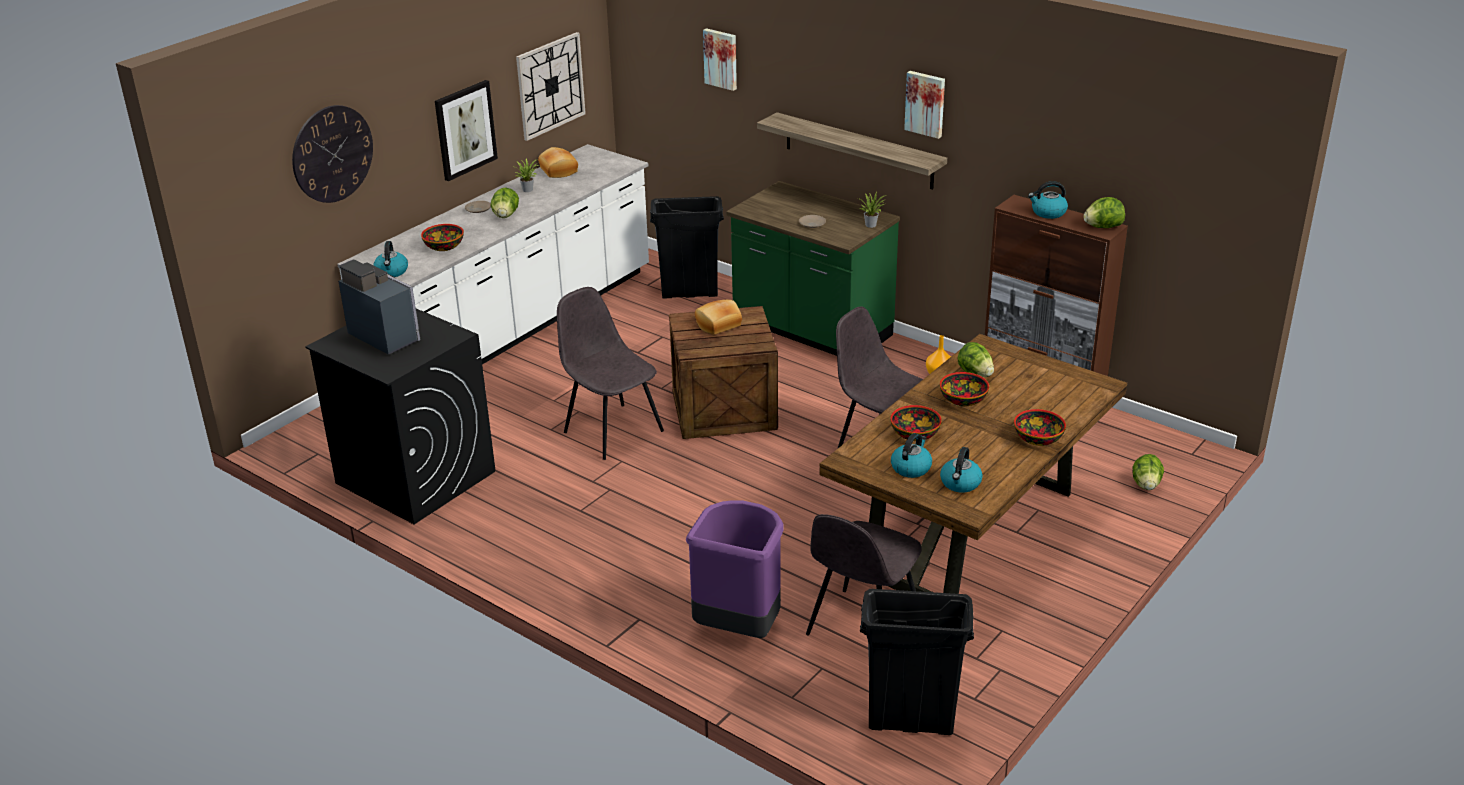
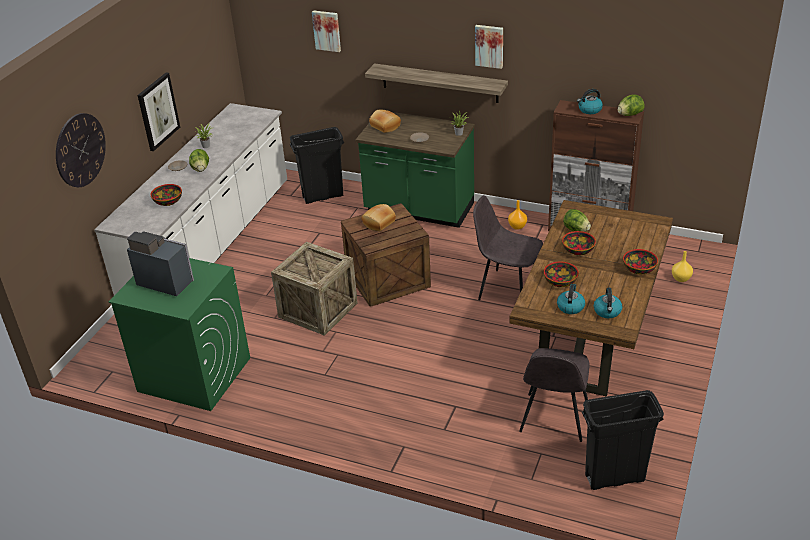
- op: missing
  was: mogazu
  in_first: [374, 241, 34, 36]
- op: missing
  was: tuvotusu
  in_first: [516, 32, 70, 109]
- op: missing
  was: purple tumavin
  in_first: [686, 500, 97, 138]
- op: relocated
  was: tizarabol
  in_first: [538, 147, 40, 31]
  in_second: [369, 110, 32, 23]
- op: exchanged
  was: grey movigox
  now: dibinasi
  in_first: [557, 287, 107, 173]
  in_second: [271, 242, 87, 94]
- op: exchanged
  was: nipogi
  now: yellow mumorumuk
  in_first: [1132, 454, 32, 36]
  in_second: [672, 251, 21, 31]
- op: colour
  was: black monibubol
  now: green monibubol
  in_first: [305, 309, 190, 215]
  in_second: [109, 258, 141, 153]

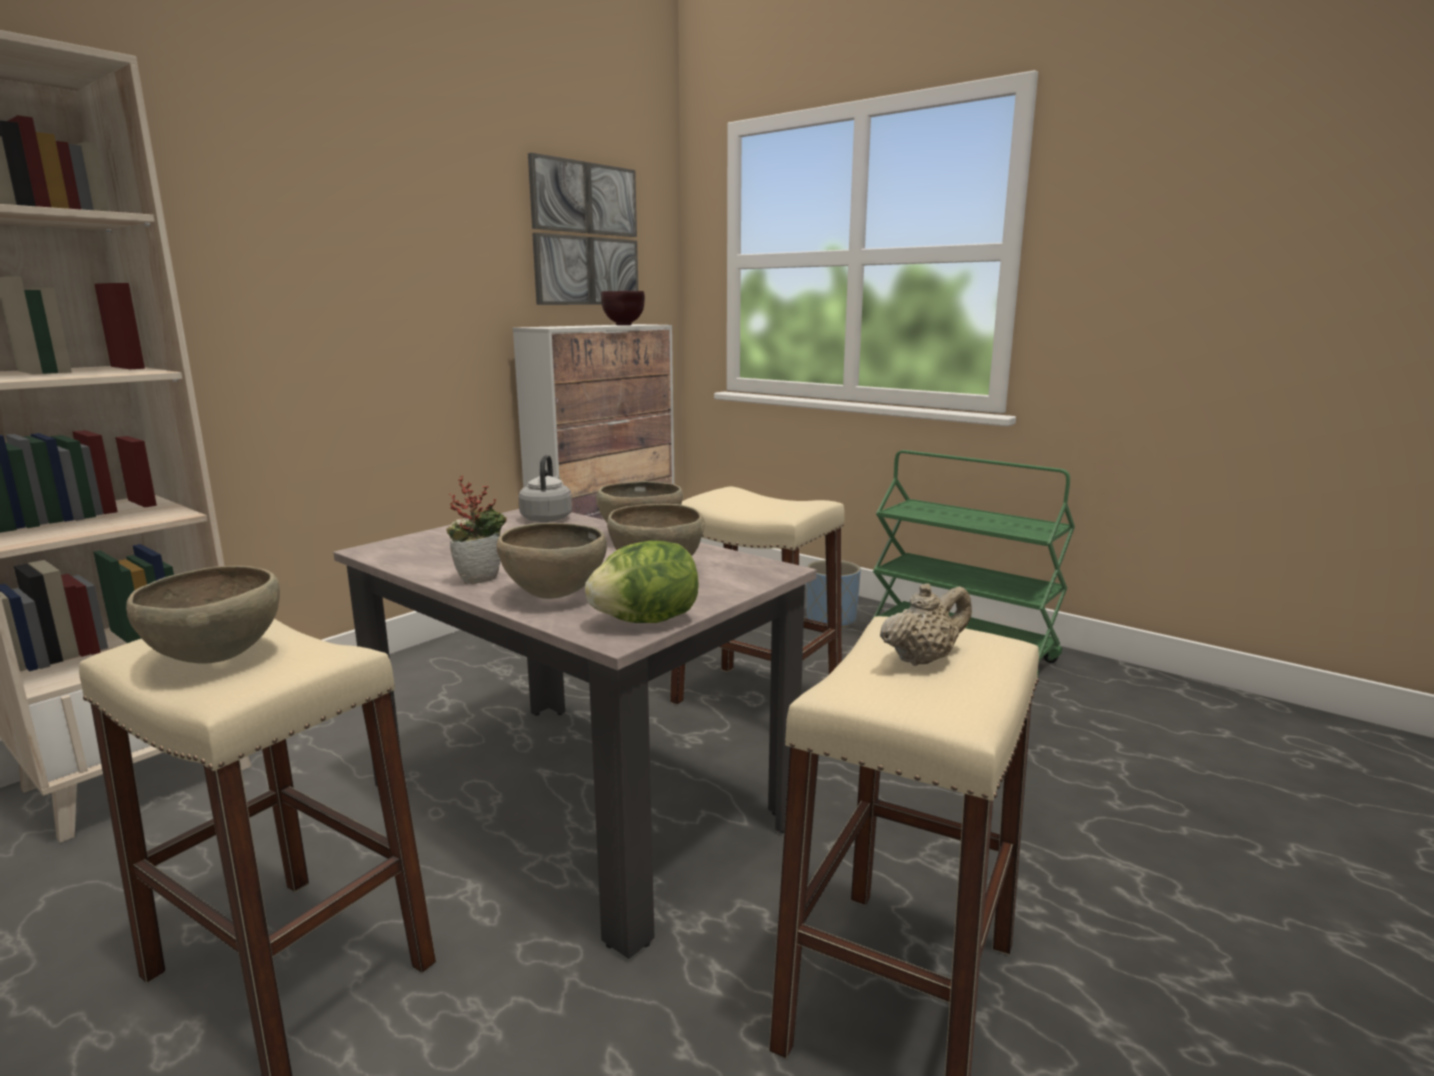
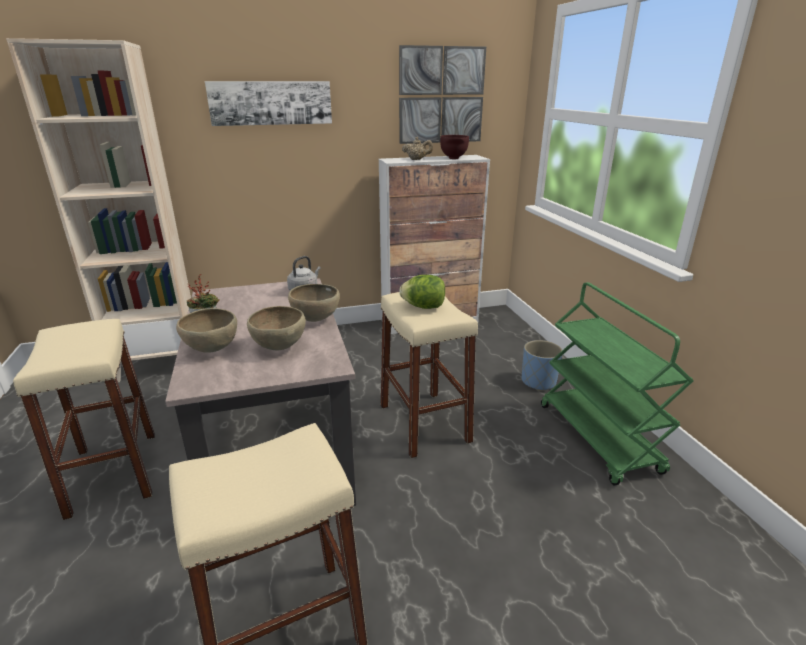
- op: missing
  was: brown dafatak
  in_first: [126, 566, 154, 98]
- op: appeared
  now: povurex
  in_second: [205, 81, 127, 45]
- op: relocated
  was: nipogi
  in_first: [585, 540, 114, 83]
  in_second: [399, 275, 46, 34]
- op: relocated
  was: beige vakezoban
  in_first: [880, 583, 92, 83]
  in_second: [402, 137, 31, 23]

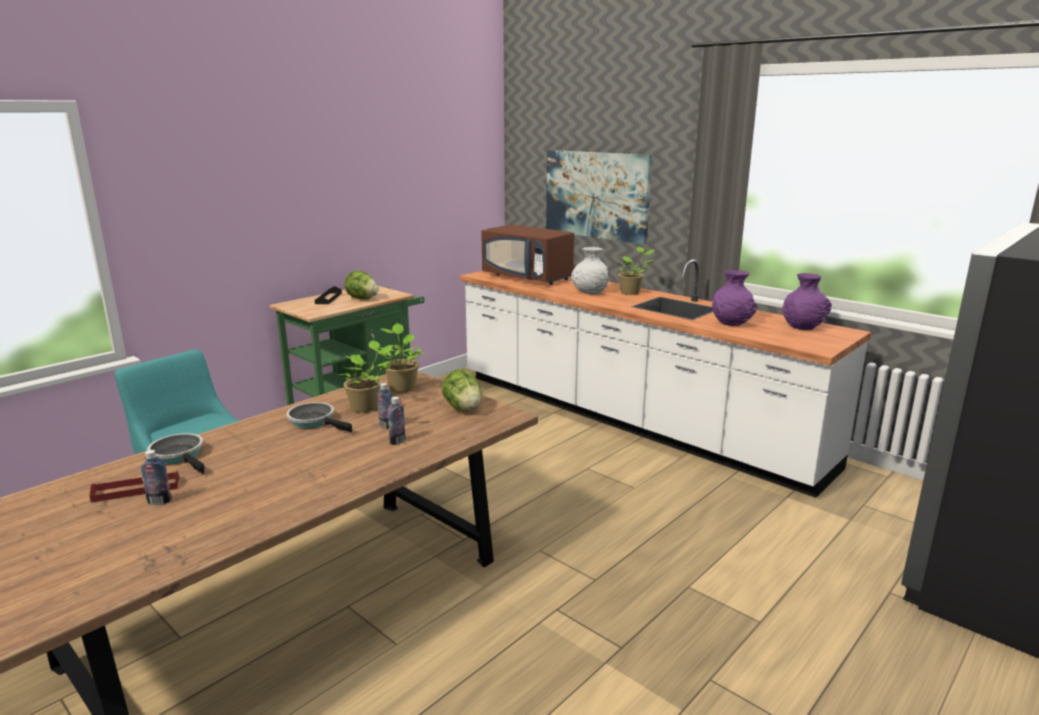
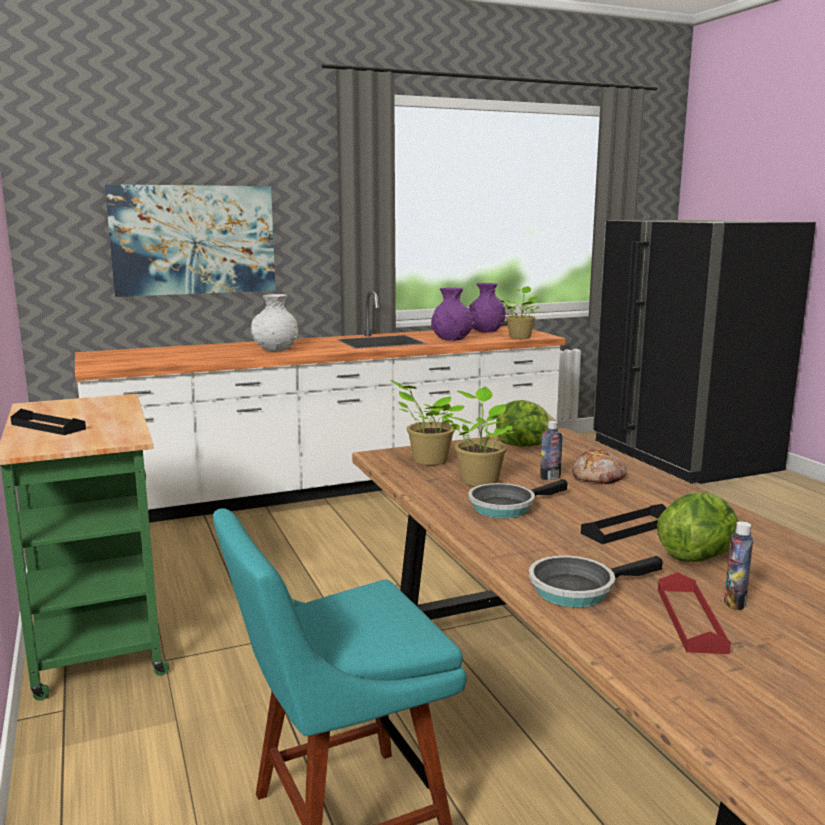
- op: missing
  was: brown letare
  in_first: [481, 224, 93, 61]
- op: appeared
  now: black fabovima
  in_second: [581, 504, 86, 40]
- op: relocated
  was: nipogi
  in_first: [345, 271, 34, 28]
  in_second: [657, 492, 82, 70]
- op: relocated
  was: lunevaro
  in_first: [616, 247, 39, 48]
  in_second: [499, 286, 40, 53]
- op: exchanged
  was: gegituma
  now: tizarabol
  in_first: [388, 397, 18, 48]
  in_second: [572, 449, 55, 35]

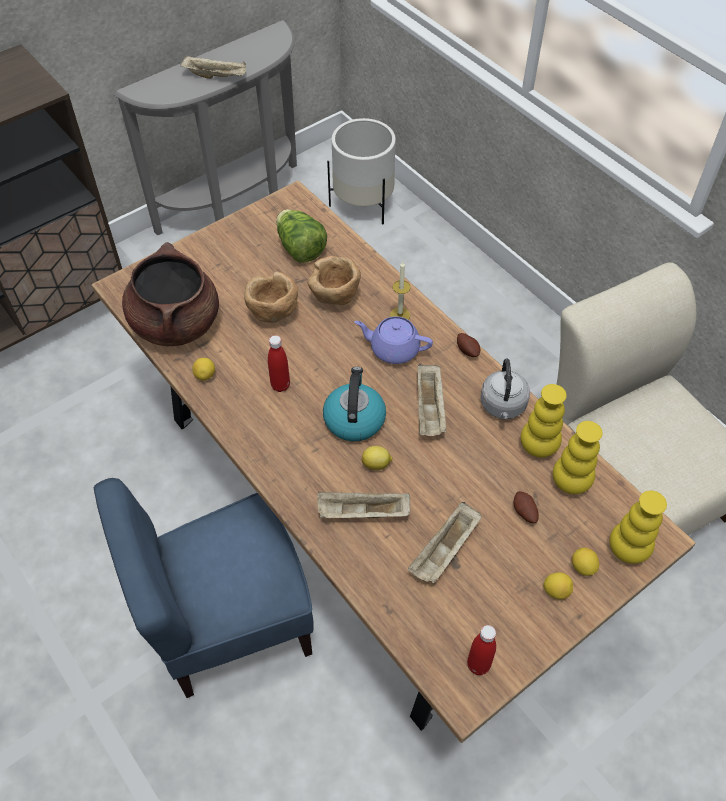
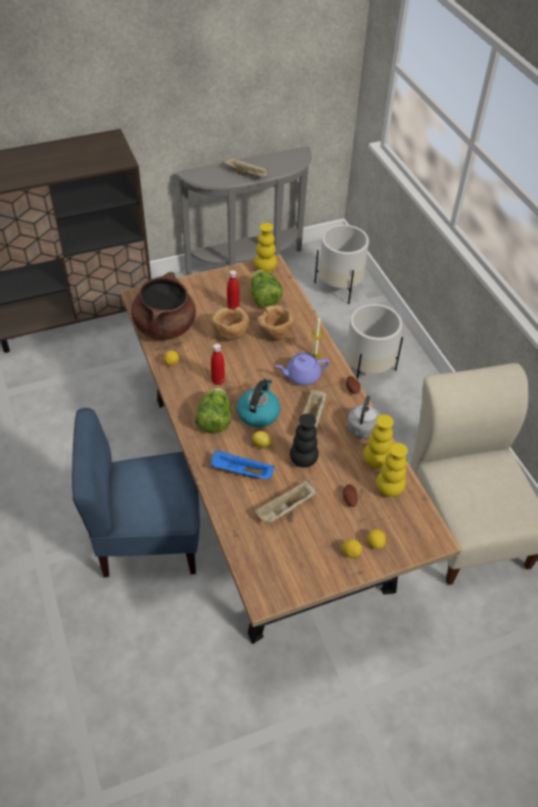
- op: appeared
  now: nipogi
  in_second: [195, 388, 36, 46]
- op: appeared
  now: black mumorumuk
  in_second: [290, 414, 29, 54]
- op: appeared
  now: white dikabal
  in_second: [345, 304, 58, 76]
- op: relocated
  was: red gegituma
  in_first: [467, 625, 29, 50]
  in_second: [227, 270, 13, 40]
- op: relocated
  was: yellow mumorumuk
  in_first: [610, 490, 57, 74]
  in_second: [254, 223, 23, 50]
- op: colour
  was: beige fabovima
  now: blue fabovima
  in_first: [317, 492, 93, 26]
  in_second: [211, 450, 63, 29]
- op: spun
  was: purple vakezoban
  in_first: [355, 316, 78, 48]
  in_second: [275, 353, 55, 32]
  clockwise: -45

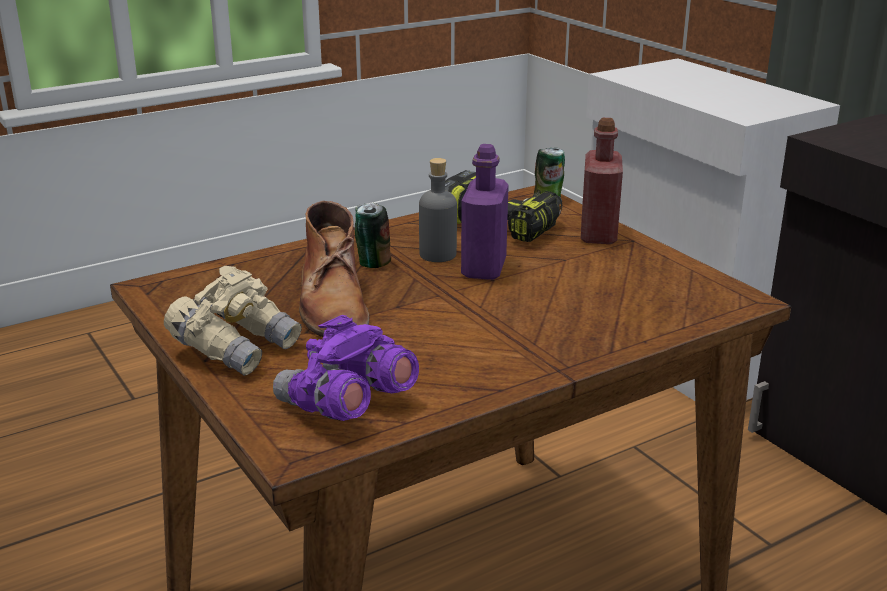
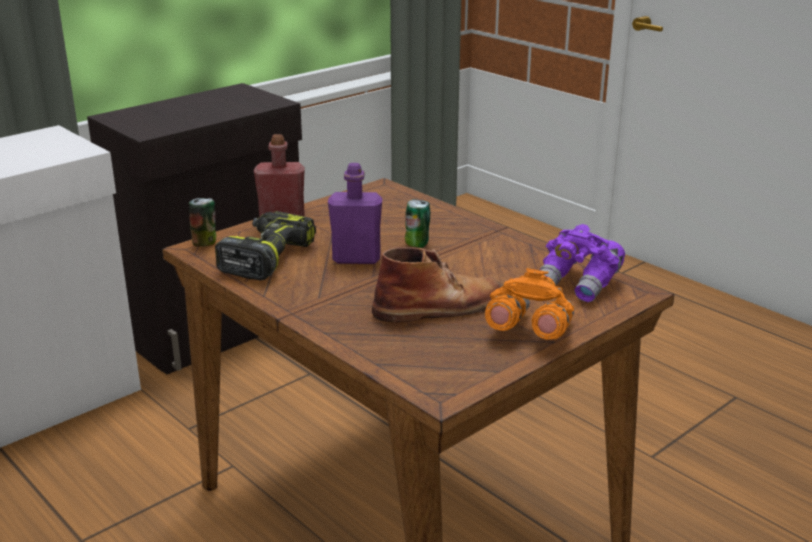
- op: missing
  was: grey gegituma
  in_first: [419, 158, 38, 104]
- op: relocated
  was: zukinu
  in_first: [355, 203, 36, 65]
  in_second: [405, 199, 26, 49]
- op: colour
  was: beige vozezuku
  now: orange vozezuku
  in_first: [164, 266, 138, 110]
  in_second: [485, 268, 89, 72]

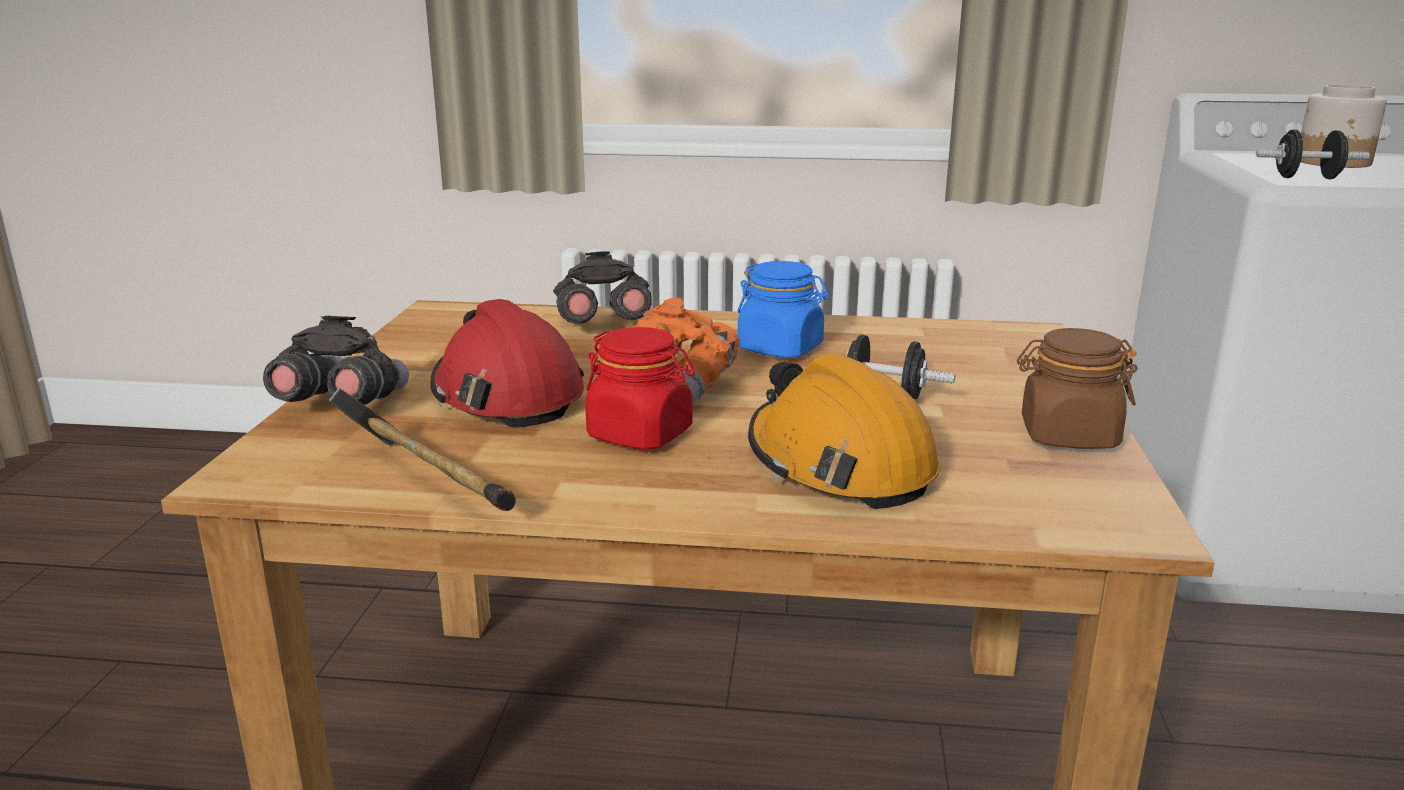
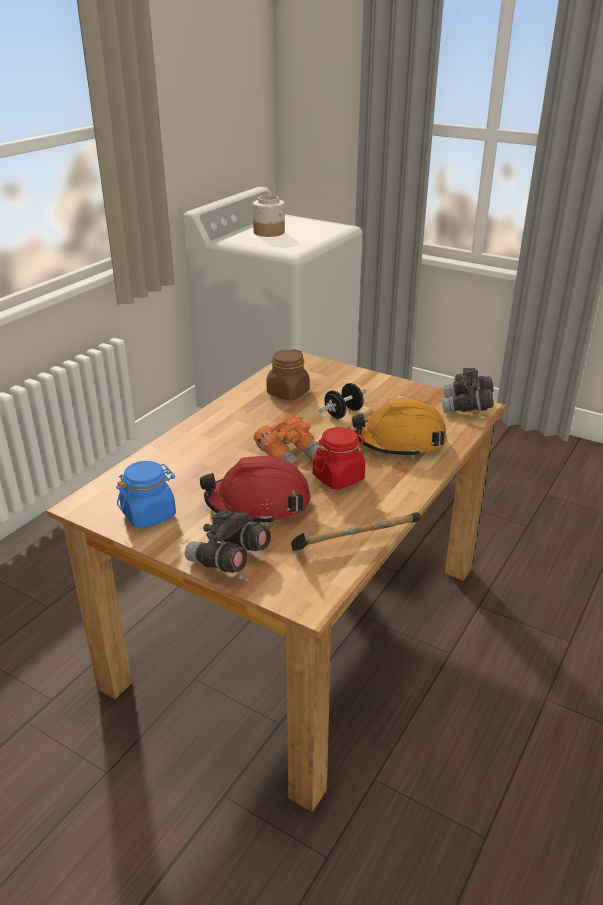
- op: missing
  was: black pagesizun
  in_first: [1256, 129, 114, 50]
- op: relocated
  was: grey vozezuku
  in_first: [553, 251, 99, 73]
  in_second: [442, 368, 52, 45]
- op: relocated
  was: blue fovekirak
  in_first: [738, 261, 91, 97]
  in_second: [116, 461, 60, 68]
- op: relocated
  was: brown fovekirak
  in_first: [1017, 328, 121, 121]
  in_second: [266, 349, 44, 51]

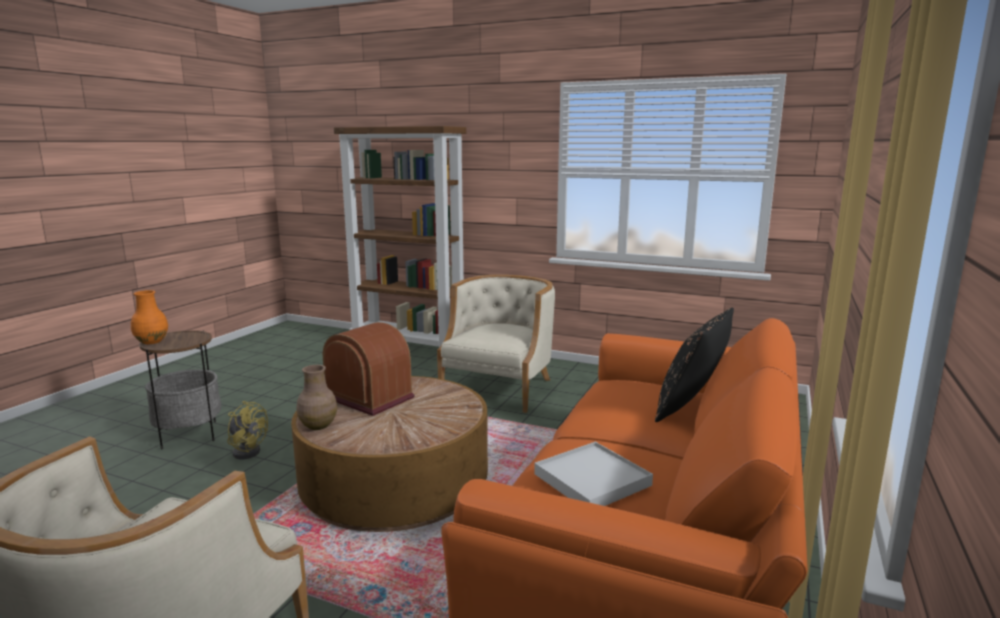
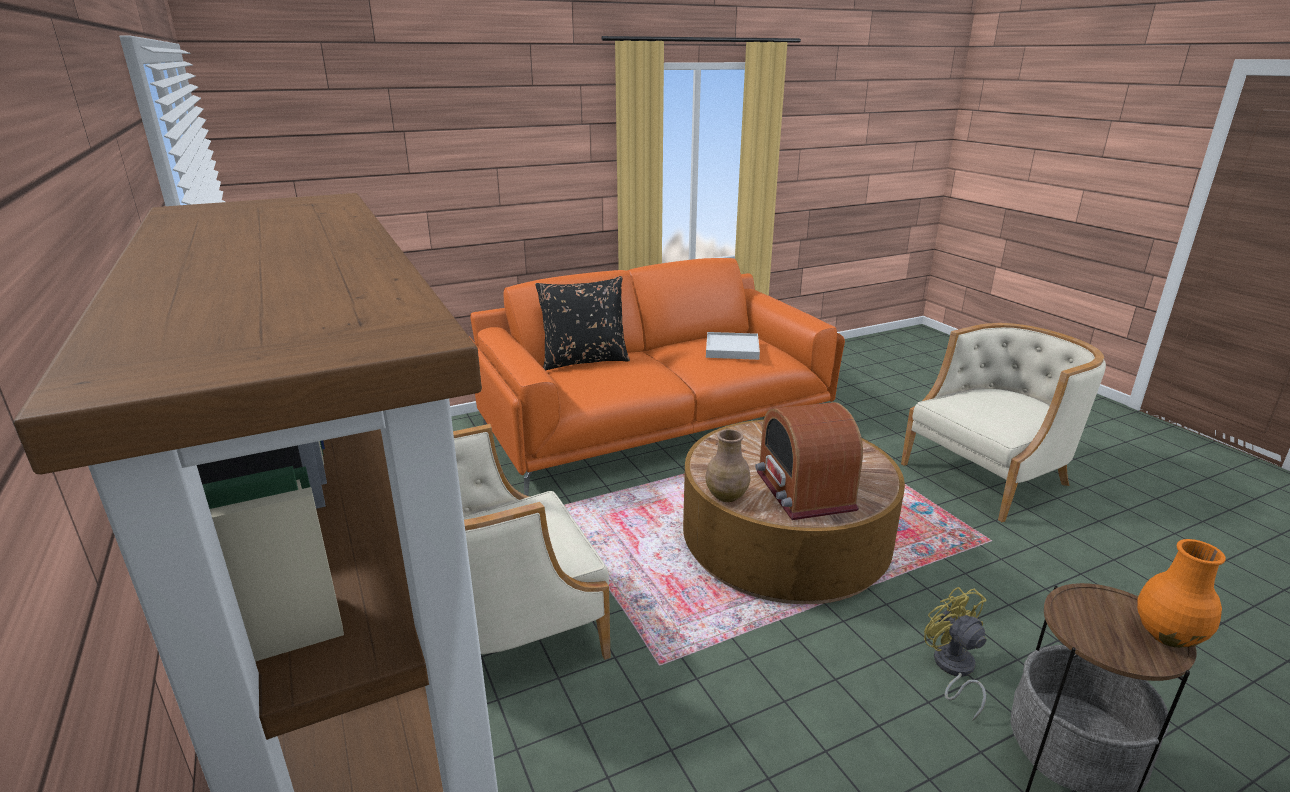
- op: relocated
  was: brown mumorumuk
  in_first: [297, 365, 40, 65]
  in_second: [705, 429, 45, 73]

